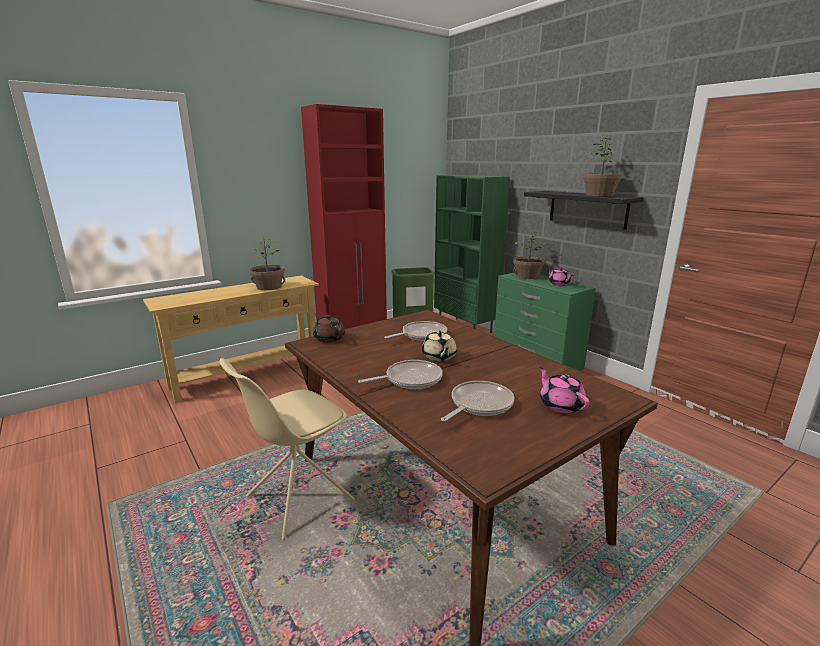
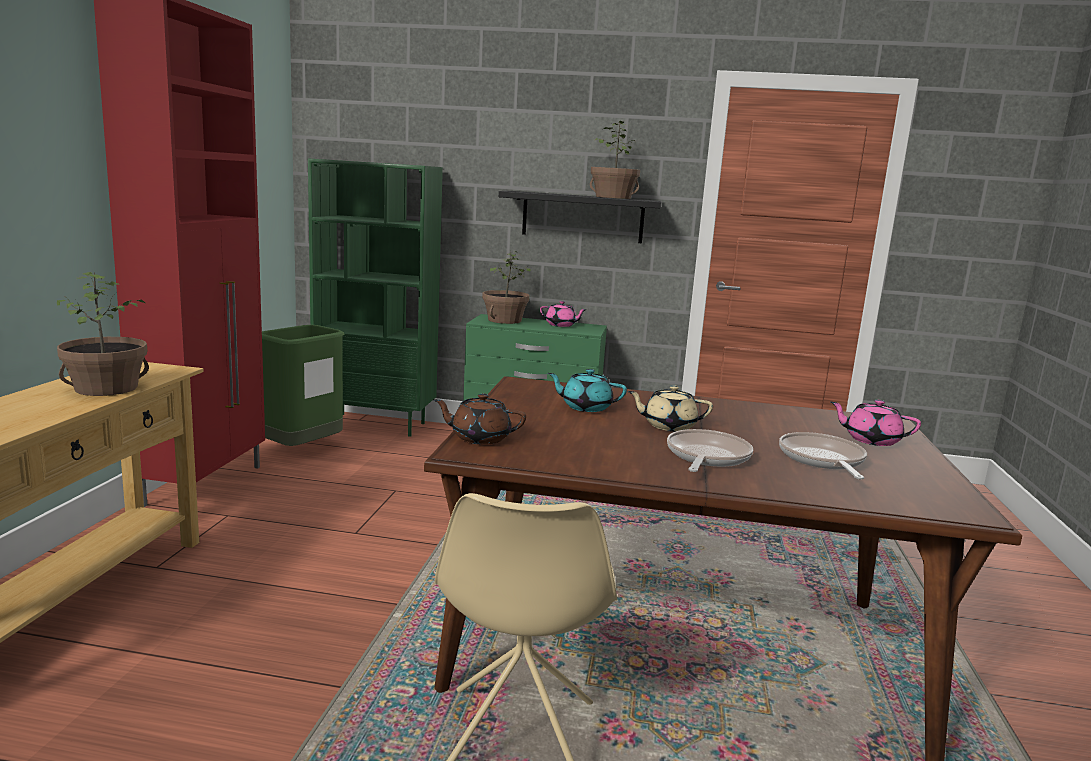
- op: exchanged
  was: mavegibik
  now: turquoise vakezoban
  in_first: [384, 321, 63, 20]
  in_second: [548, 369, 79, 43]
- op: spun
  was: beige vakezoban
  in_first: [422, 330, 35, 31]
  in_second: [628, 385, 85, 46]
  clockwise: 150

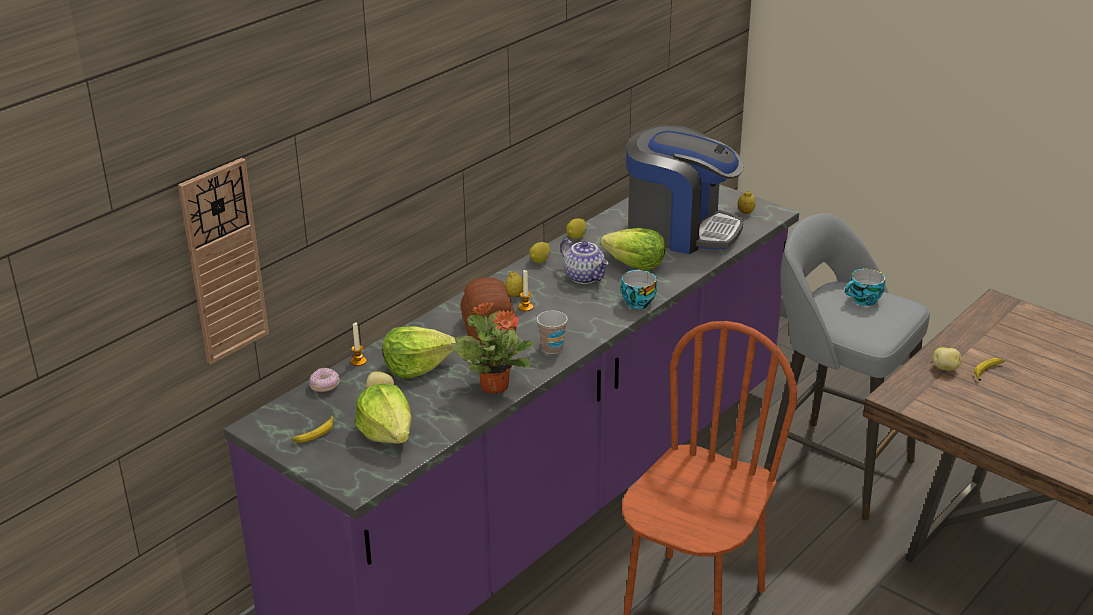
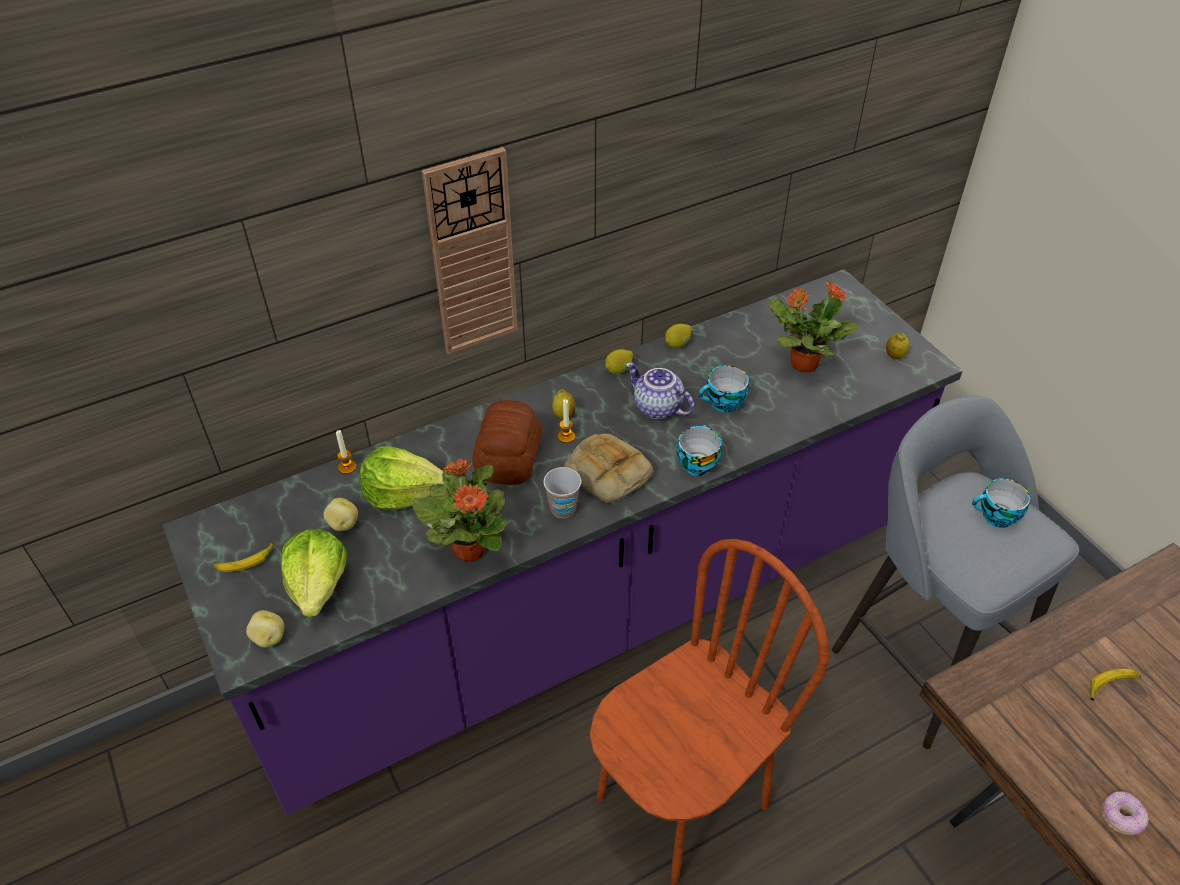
- op: appeared
  now: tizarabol
  in_second: [564, 434, 89, 69]
- op: relocated
  was: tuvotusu
  in_first: [178, 158, 91, 206]
  in_second: [422, 147, 96, 207]
- op: relocated
  was: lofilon
  in_first: [309, 368, 31, 24]
  in_second: [1101, 791, 48, 44]
- op: relocated
  was: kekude
  in_first: [933, 347, 29, 24]
  in_second: [246, 610, 38, 38]
- op: exchanged
  was: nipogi
  now: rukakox
  in_first: [601, 228, 65, 42]
  in_second: [699, 365, 50, 48]
- op: exchanged
  was: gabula
  now: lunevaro
  in_first: [626, 125, 118, 129]
  in_second: [770, 282, 89, 91]
- op: spun
  was: vakezoban
  in_first: [561, 238, 48, 46]
  in_second: [626, 362, 68, 57]
  clockwise: 150

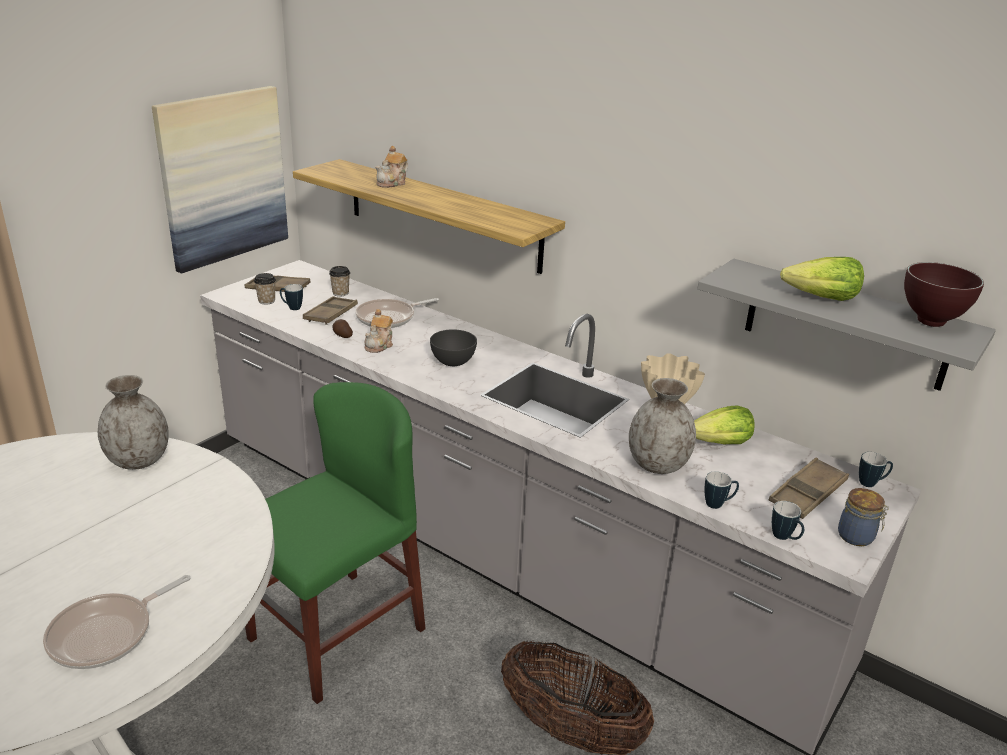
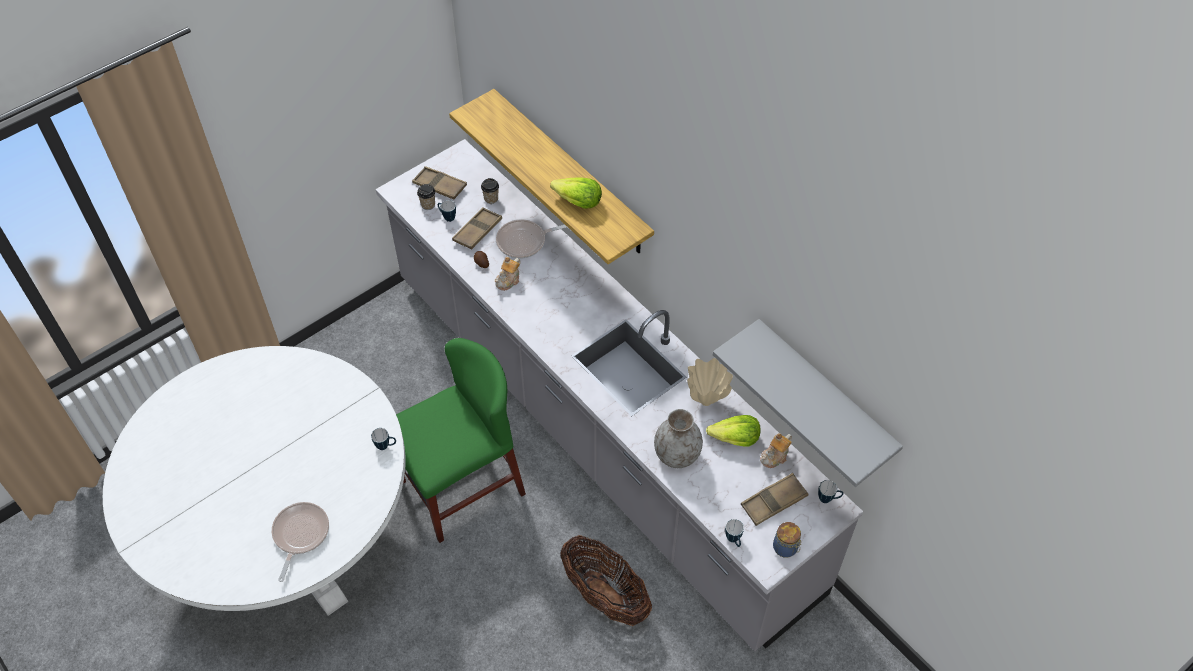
- op: missing
  was: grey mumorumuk
  in_first: [98, 375, 70, 95]
- op: missing
  was: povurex
  in_first: [152, 86, 136, 187]
- op: missing
  was: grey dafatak
  in_first: [430, 329, 47, 37]
- op: missing
  was: brown dafatak
  in_first: [904, 262, 80, 65]
- op: relocated
  was: vakezoban
  in_first: [375, 146, 33, 42]
  in_second: [760, 433, 32, 35]
- op: relocated
  was: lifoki
  in_first: [704, 471, 35, 38]
  in_second: [371, 428, 25, 22]
- op: relocated
  was: nipogi
  in_first: [780, 257, 84, 44]
  in_second: [550, 177, 52, 32]
- op: spun
  was: mavegibik
  in_first: [43, 575, 147, 94]
  in_second: [272, 502, 57, 80]
  clockwise: 135

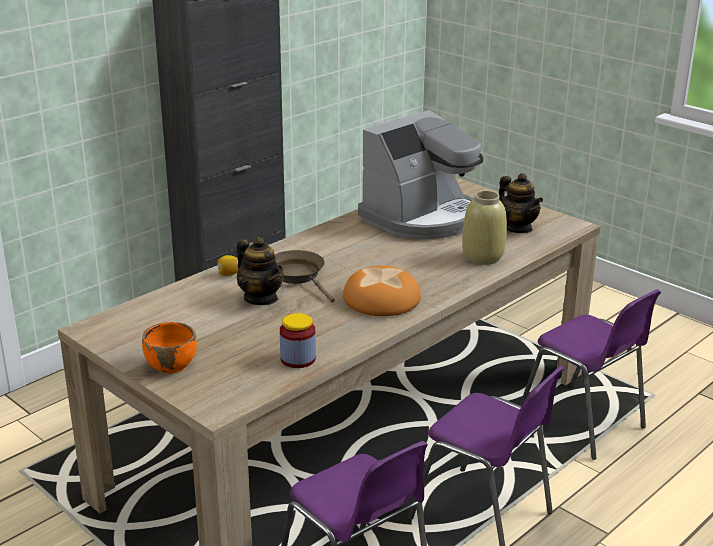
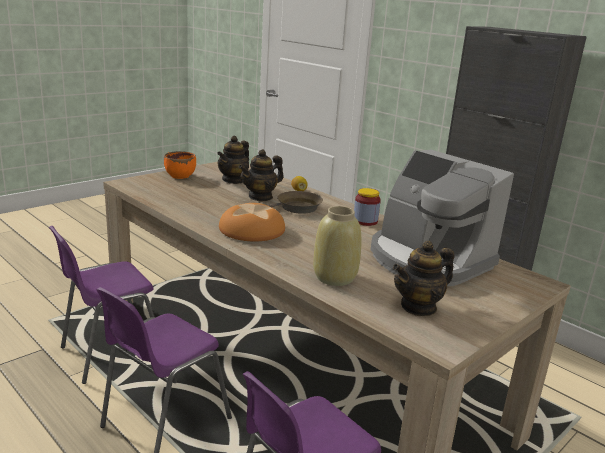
- op: appeared
  now: vakezoban
  in_second: [217, 136, 32, 48]
- op: relocated
  was: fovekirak
  in_first: [280, 313, 36, 55]
  in_second: [354, 188, 27, 38]

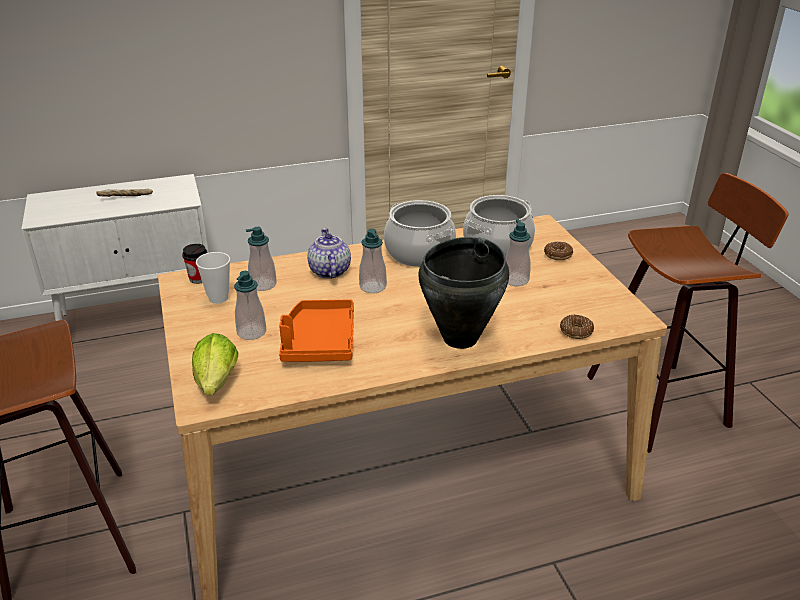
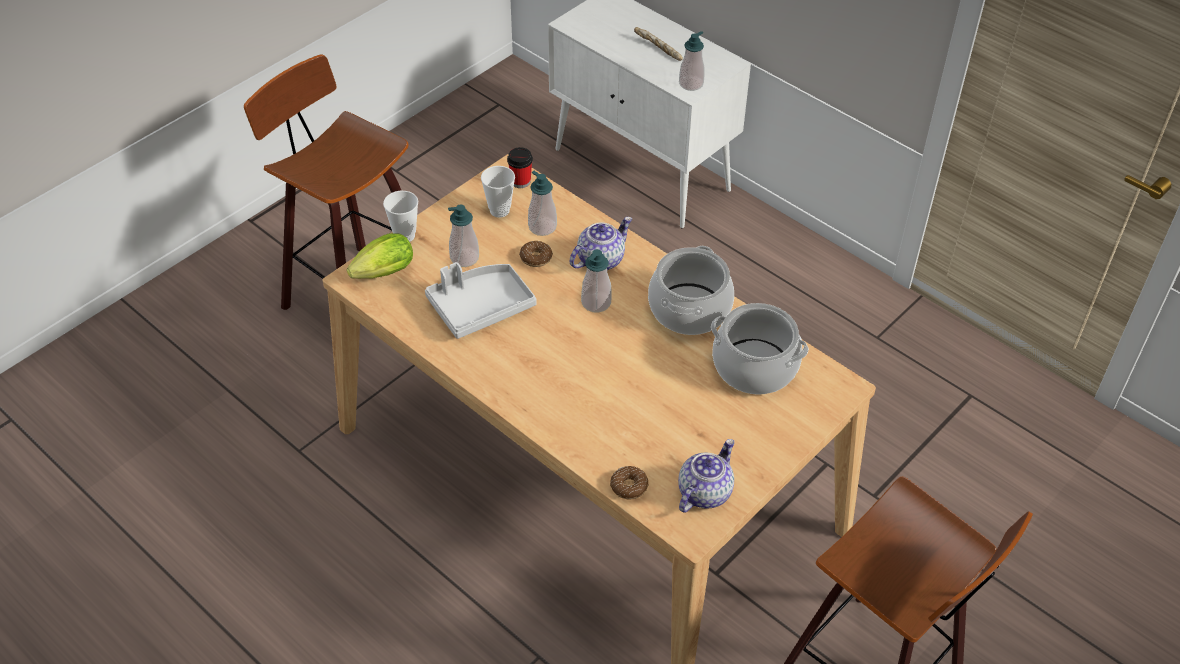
- op: missing
  was: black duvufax
  in_first: [418, 237, 91, 112]
- op: appeared
  now: rukakox
  in_second: [383, 191, 35, 51]
- op: appeared
  now: vakezoban
  in_second: [678, 439, 56, 74]
- op: relocated
  was: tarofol
  in_first: [506, 219, 25, 67]
  in_second: [679, 31, 26, 60]
- op: relocated
  was: lofilon
  in_first: [544, 241, 29, 19]
  in_second: [519, 241, 34, 26]
- op: colour
  was: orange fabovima
  now: grey fabovima
  in_first: [279, 299, 75, 63]
  in_second: [425, 262, 112, 77]

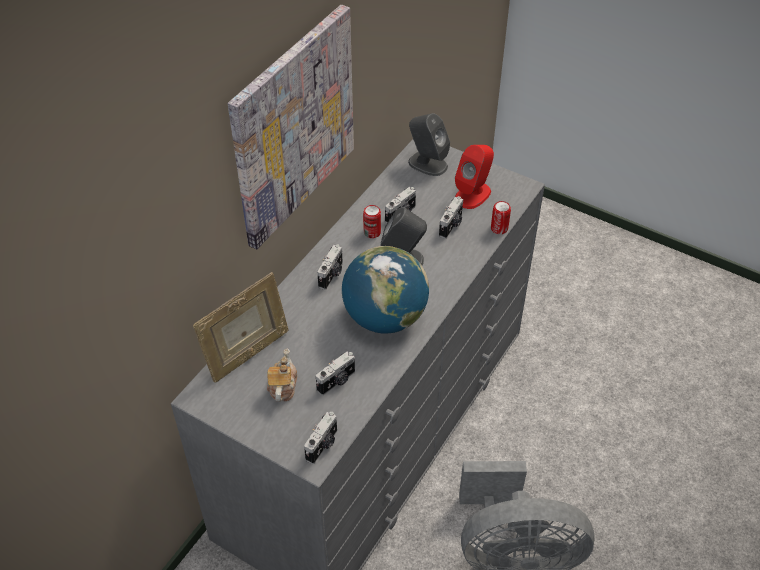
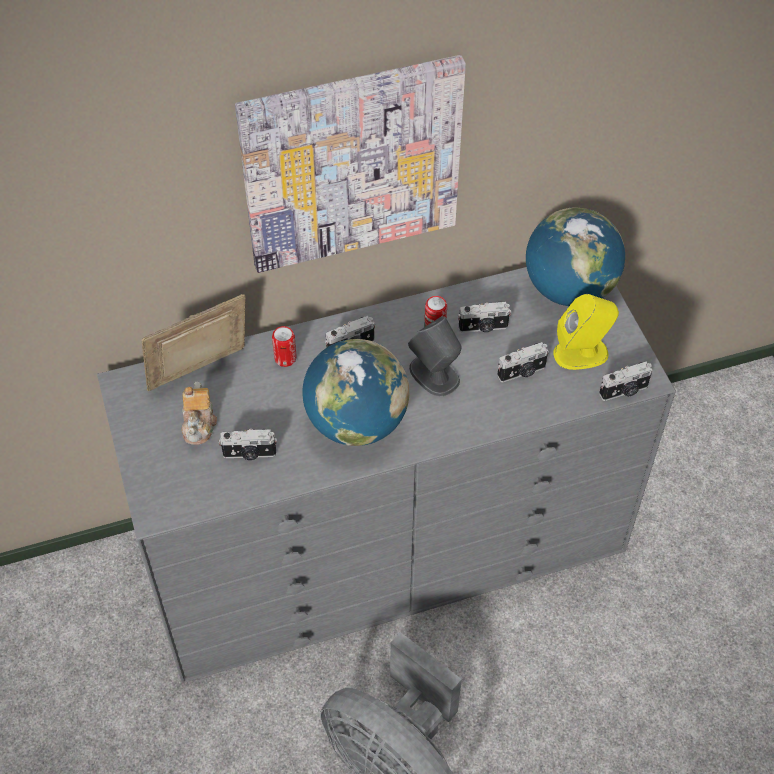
- op: relocated
  was: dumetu
  in_first: [304, 412, 33, 52]
  in_second: [599, 362, 53, 39]
- op: relocated
  was: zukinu
  in_first: [491, 201, 20, 33]
  in_second: [272, 326, 25, 41]
- op: exchanged
  was: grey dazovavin
  now: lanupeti
  in_first: [408, 113, 42, 63]
  in_second: [526, 207, 99, 99]
- op: colour
  was: red dazovavin
  now: yellow dazovavin
  in_first: [455, 145, 39, 64]
  in_second: [553, 294, 66, 76]
- op: spun
  was: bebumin
  in_first: [193, 272, 96, 111]
  in_second: [142, 294, 103, 97]
  clockwise: 150
- op: spun
  was: vakezoban
  in_first: [267, 348, 30, 54]
  in_second: [181, 382, 36, 63]
  clockwise: 135

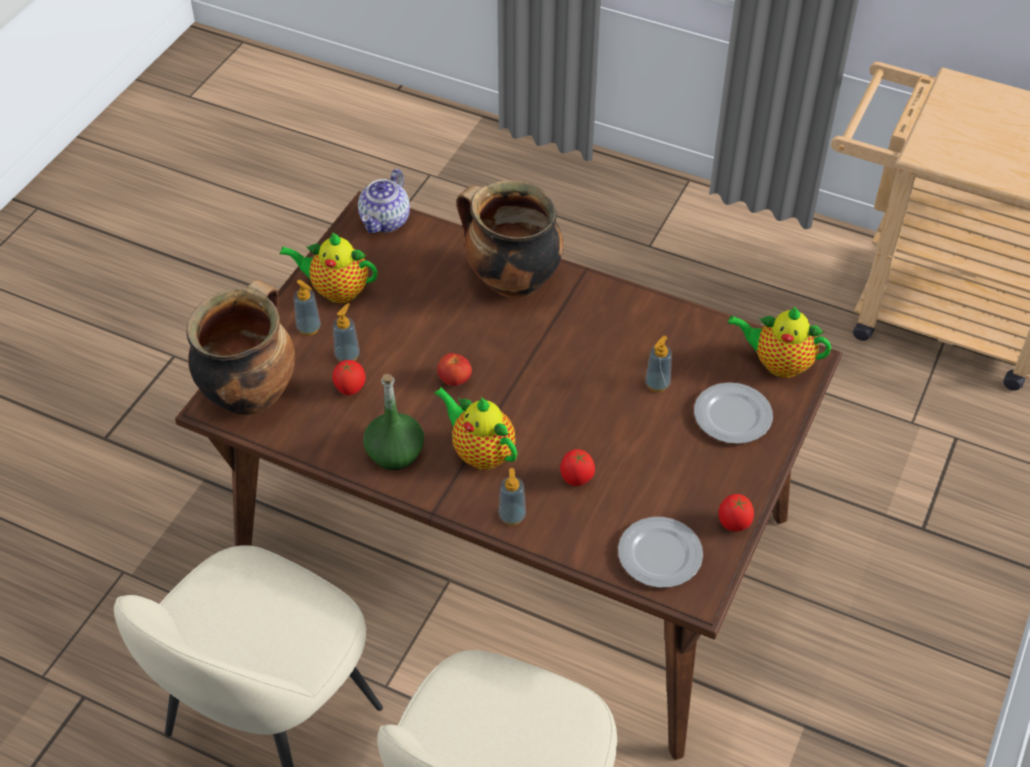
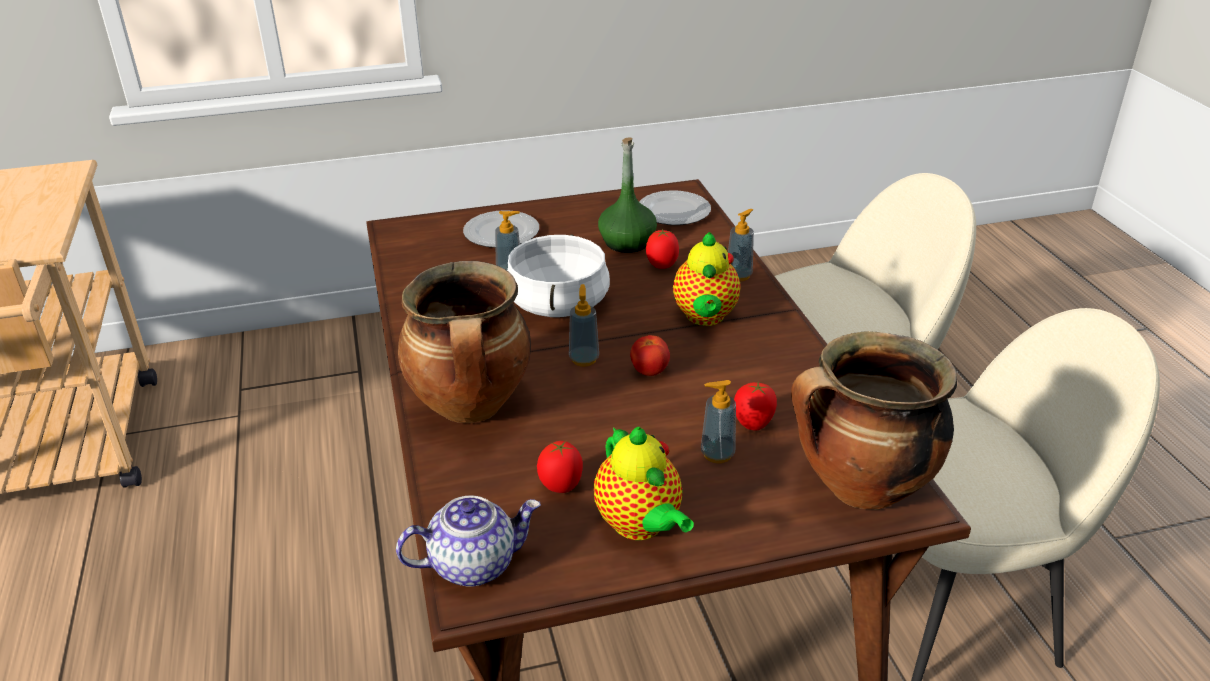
- op: missing
  was: vakezoban
  in_first: [728, 306, 103, 72]
- op: appeared
  now: white duvufax
  in_second: [507, 234, 103, 83]
- op: relocated
  was: tarofol
  in_first: [293, 280, 28, 55]
  in_second: [569, 284, 30, 83]
- op: relocated
  was: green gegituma
  in_first: [363, 374, 61, 96]
  in_second: [598, 137, 59, 116]
- op: relocated
  was: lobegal
  in_first: [718, 494, 36, 38]
  in_second: [537, 441, 46, 52]

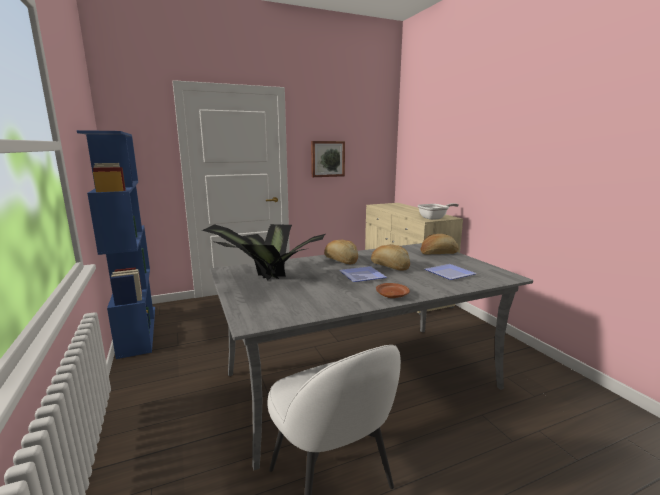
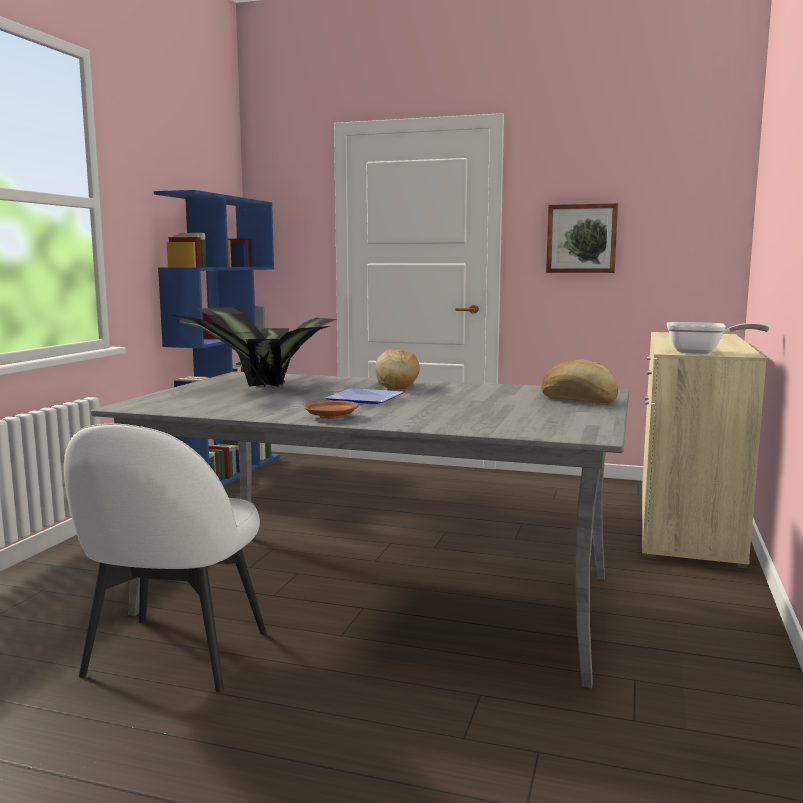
- op: missing
  was: tizarabol
  in_first: [371, 245, 39, 26]
- op: missing
  was: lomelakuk
  in_first: [425, 264, 52, 16]

